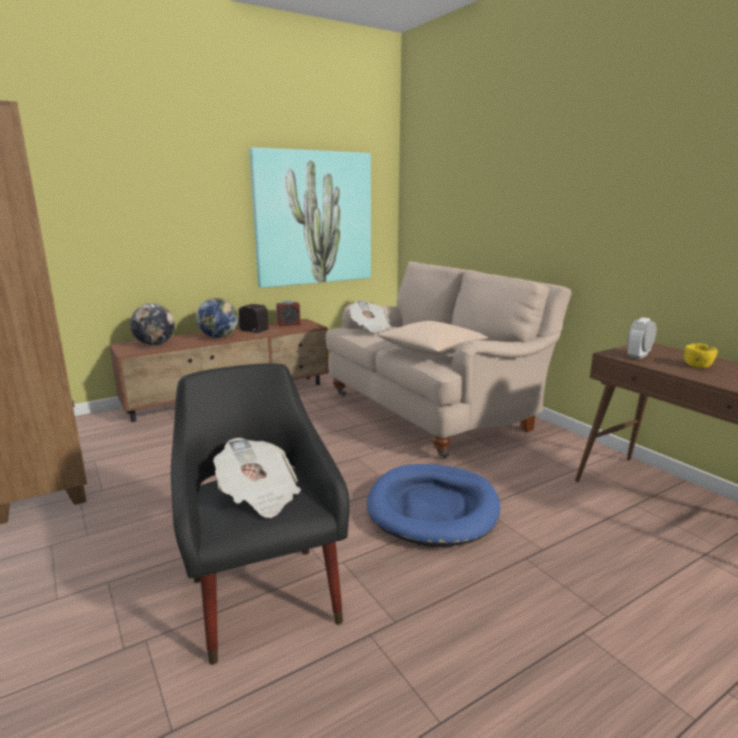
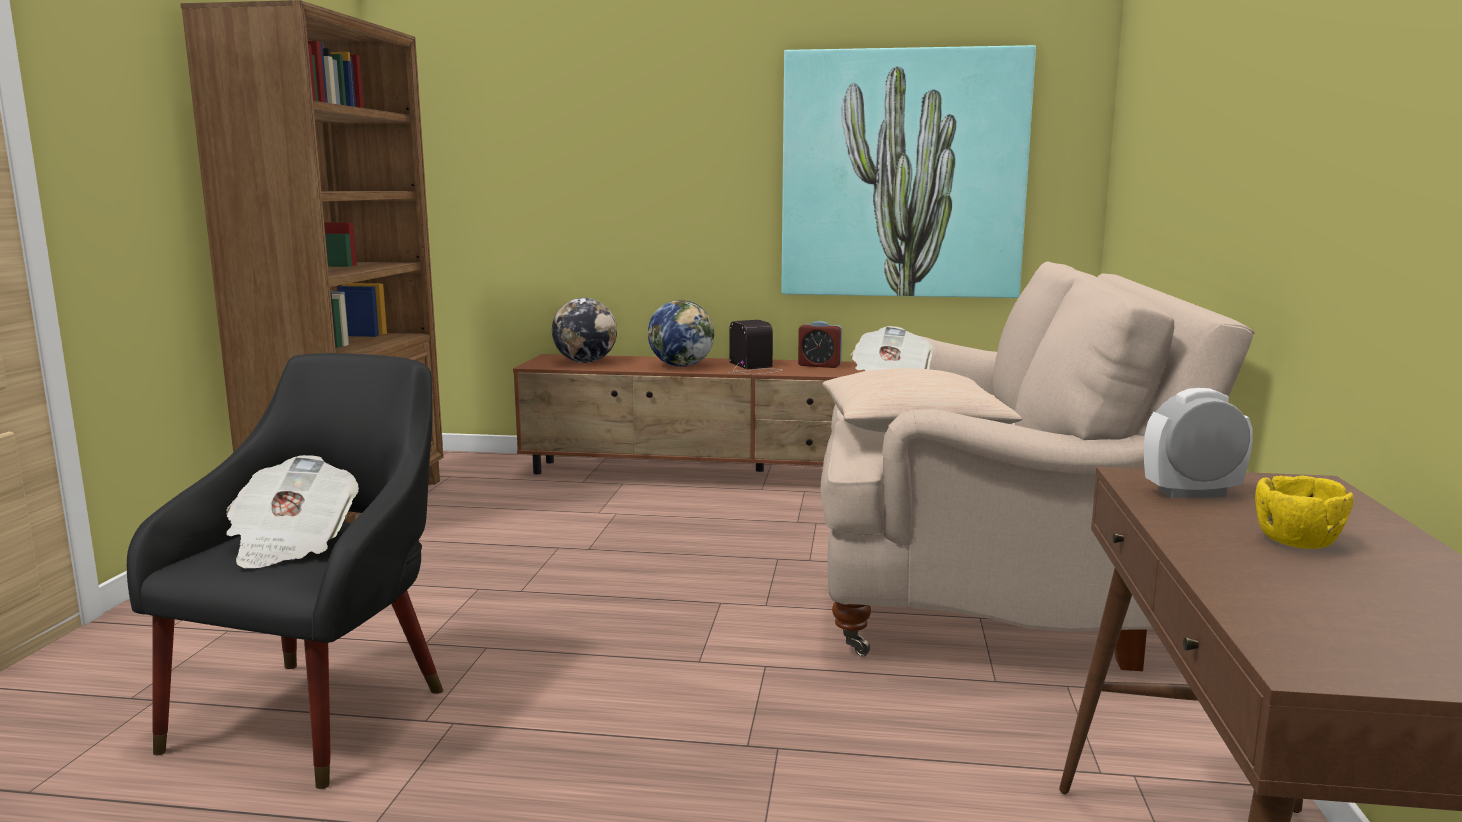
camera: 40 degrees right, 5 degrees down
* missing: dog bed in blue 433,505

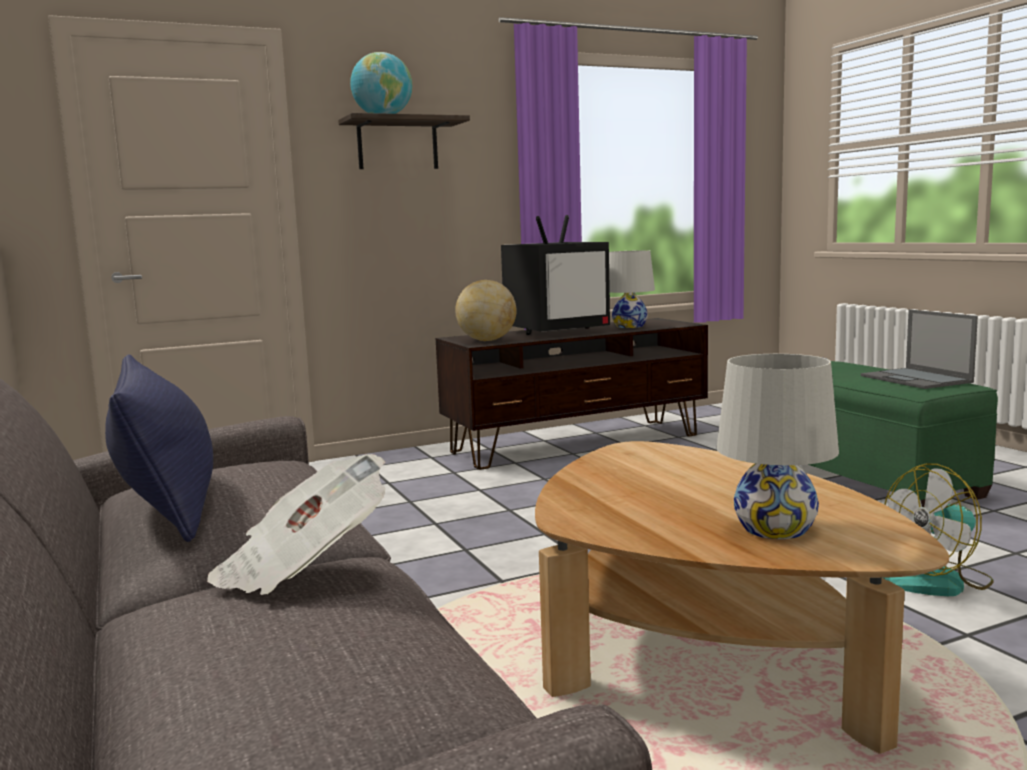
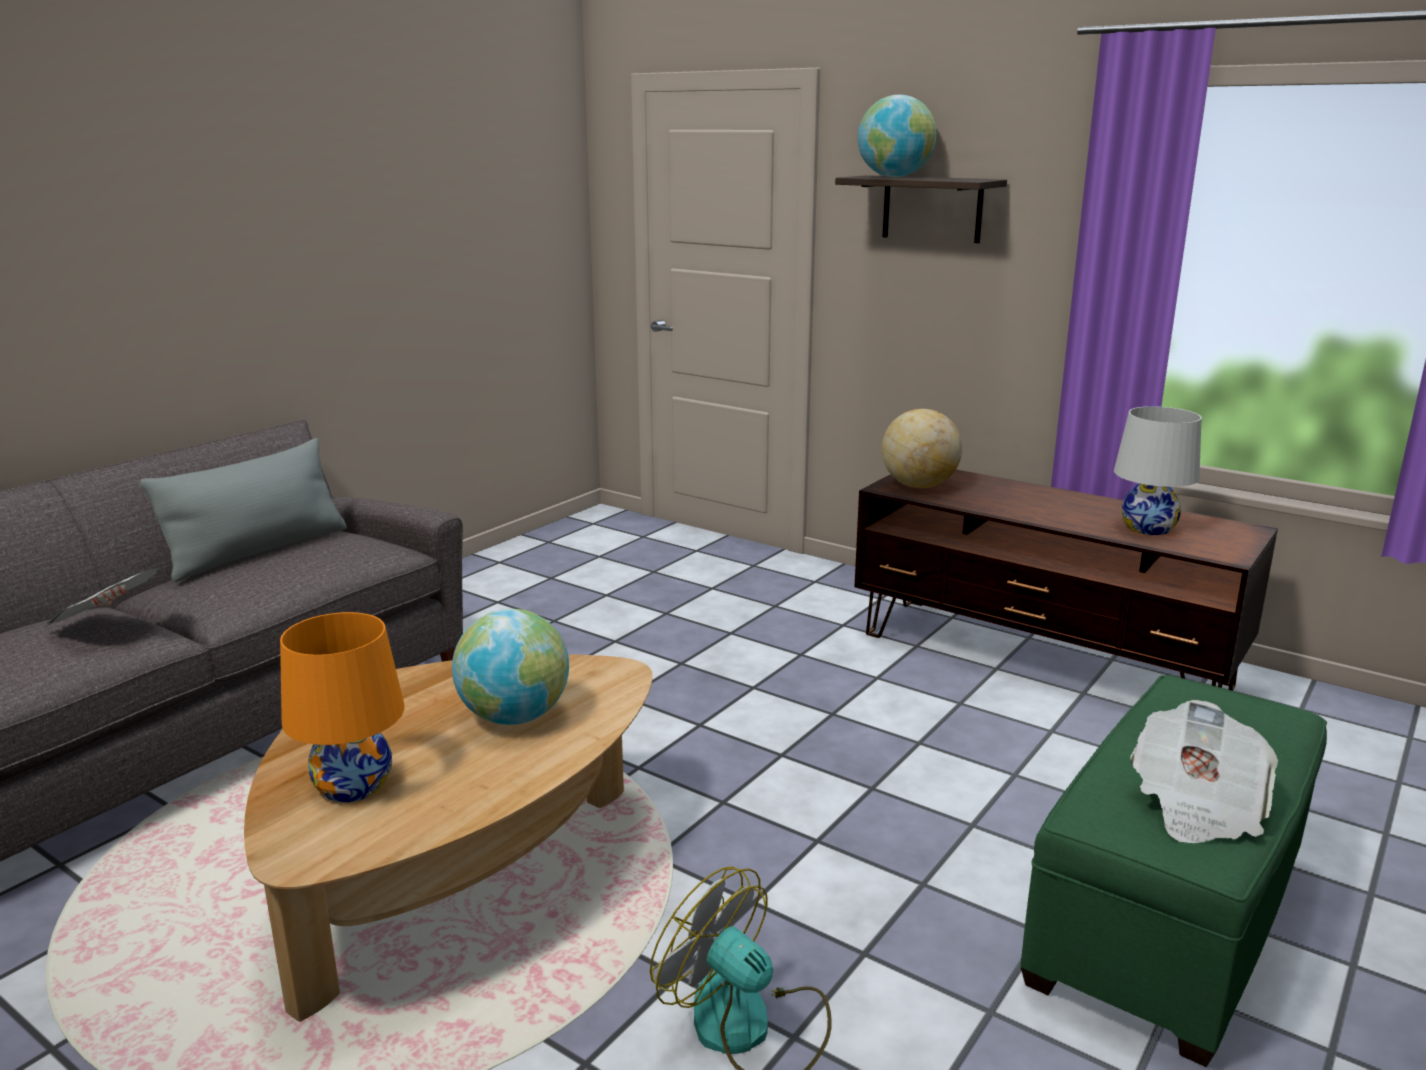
camera: 60 degrees right, 10 degrees up
* colour: pillow in blue 159,448 to pillow in grey 243,510
* colour: table lamp in white 777,446 to table lamp in orange 342,707
* appeared: globe 510,667
* exchanged: laptop 919,349 to newspaper 1204,771
* missing: television 555,275

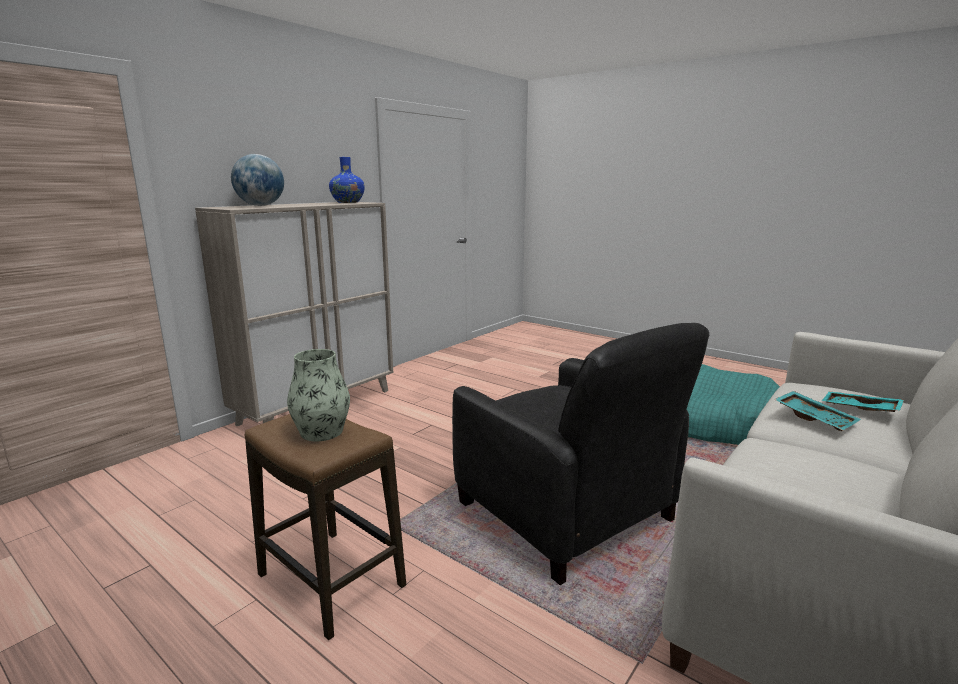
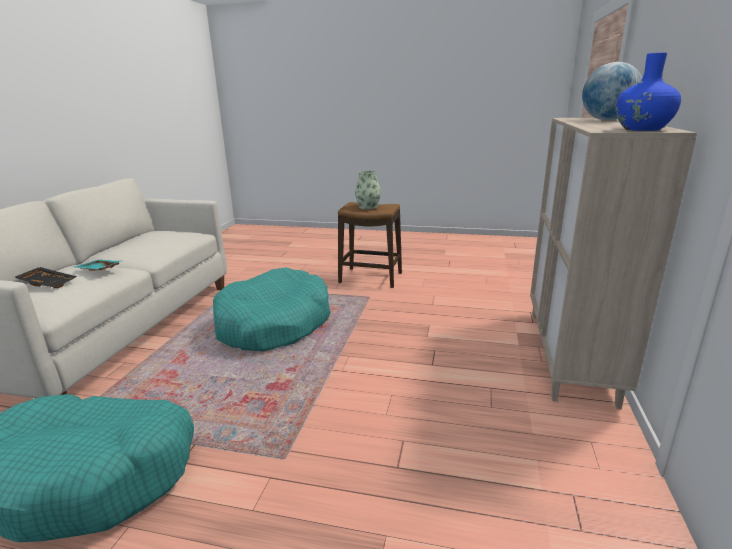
camera: 155 degrees right, 5 degrees up
* colour: tray in turquoise 862,402 to tray in black 45,277
* exchanged: armchair in black 580,454 to dog bed in turquoise 271,309

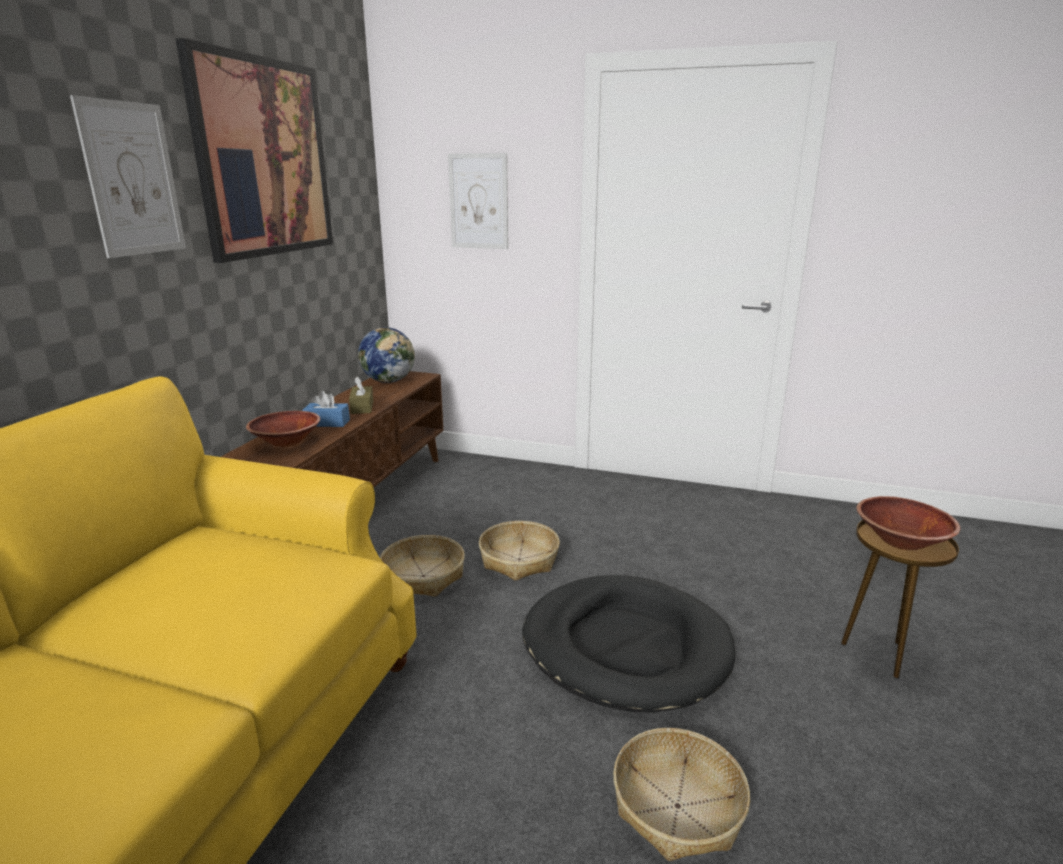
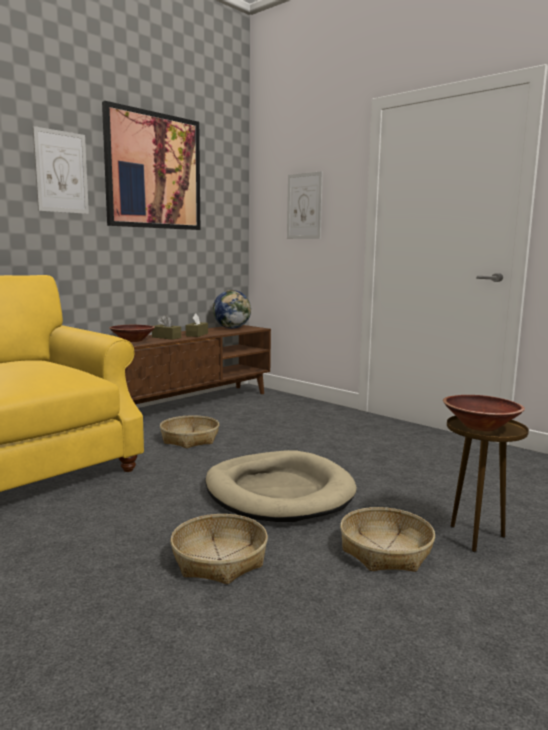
camera: 25 degrees right, 10 degrees down
* colour: tissue box in blue 326,409 to tissue box in brown 166,327
* colour: dog bed in black 628,644 to dog bed in beige 281,486
* relocated: basket 519,551 to 387,539

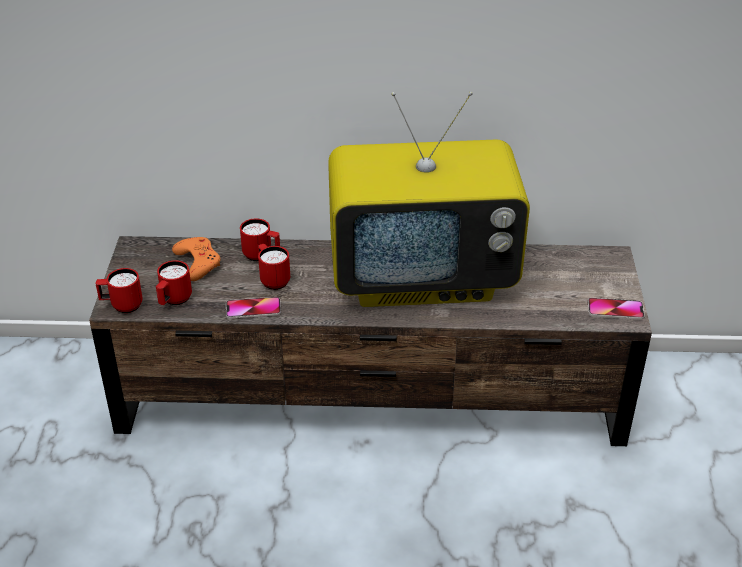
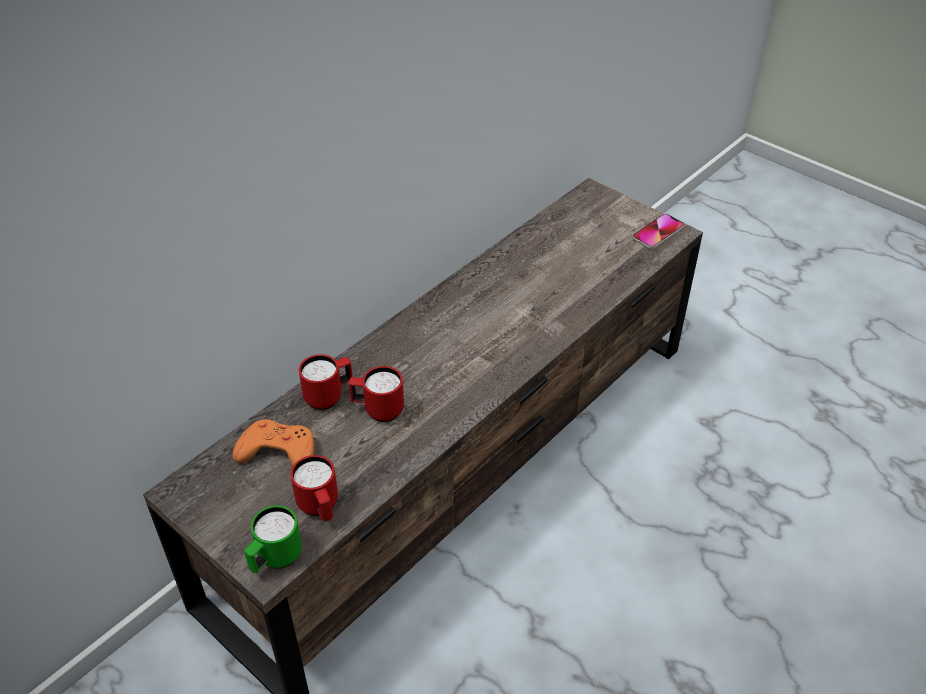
camera: 50 degrees left, 5 degrees up
* colour: mug in red 119,290 to mug in green 273,539
* missing: phone 253,308
* missing: television 429,199

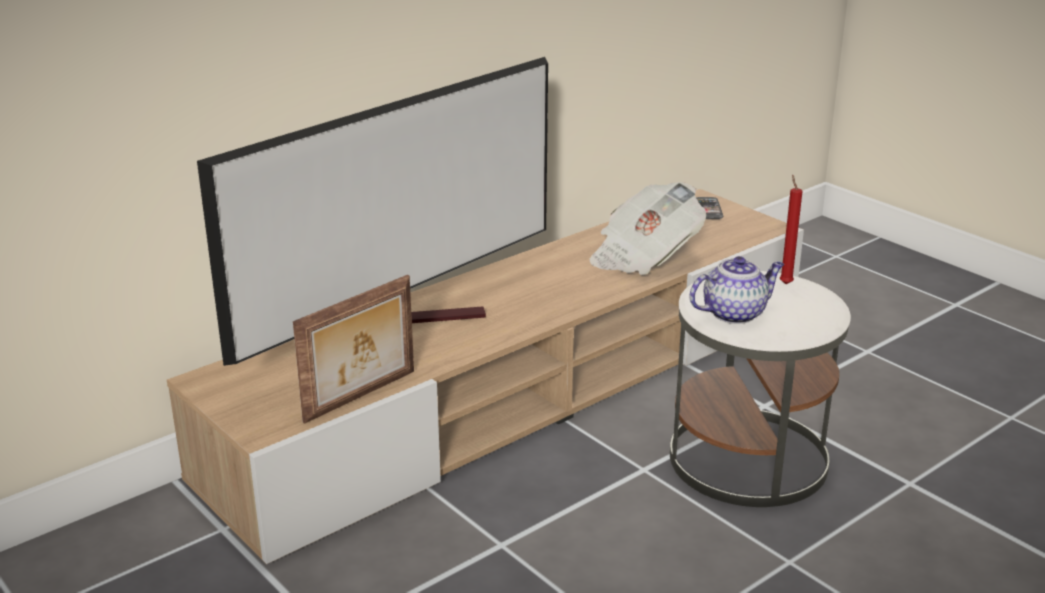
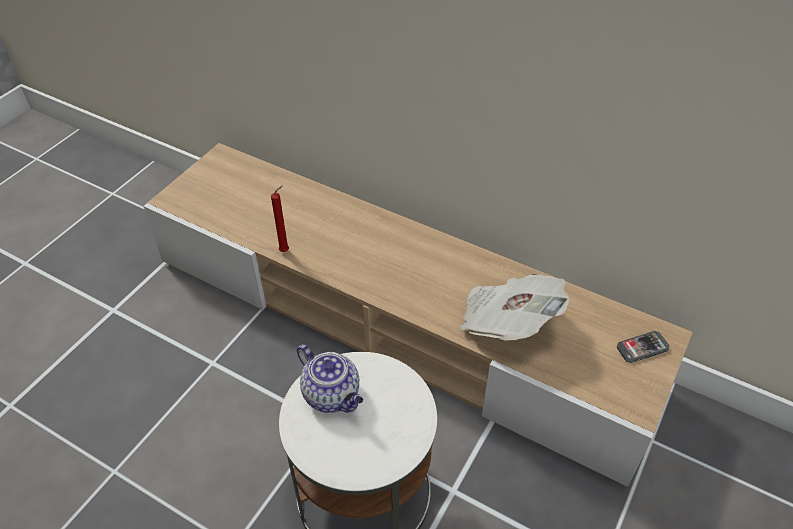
camera: 70 degrees right, 20 degrees up
* relocated: candle in red 791,229 to 280,218
* missing: television 372,211
* missing: picture frame 353,349

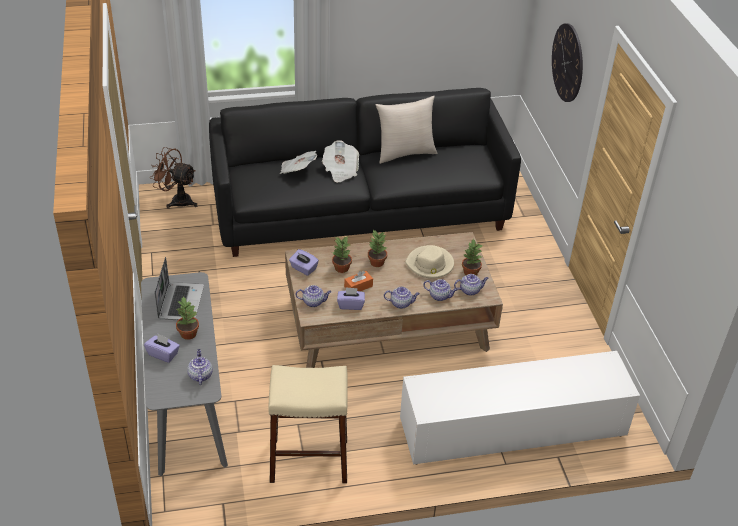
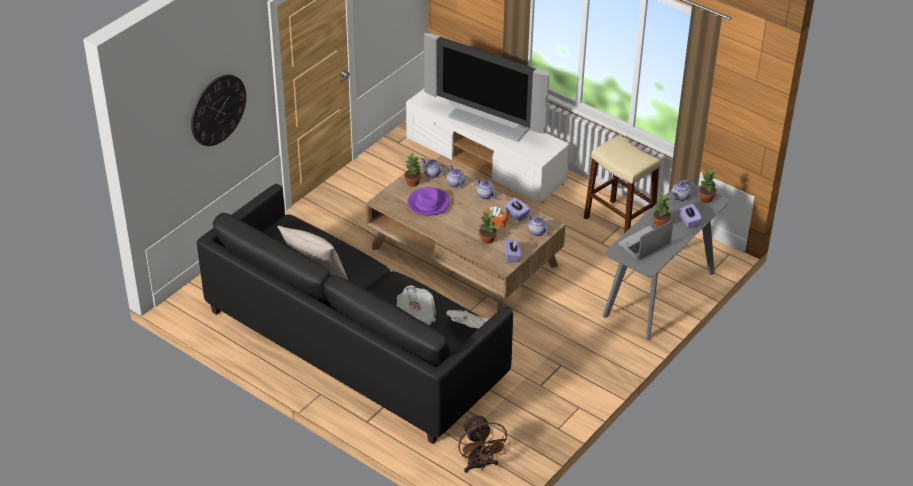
camera: 130 degrees left, 0 degrees up
* colour: hat in beige 429,262 to hat in purple 429,201
* appeared: television 486,87
* relocated: newspaper 340,161 to 467,319
* relocated: potted plant 377,248 to 707,185

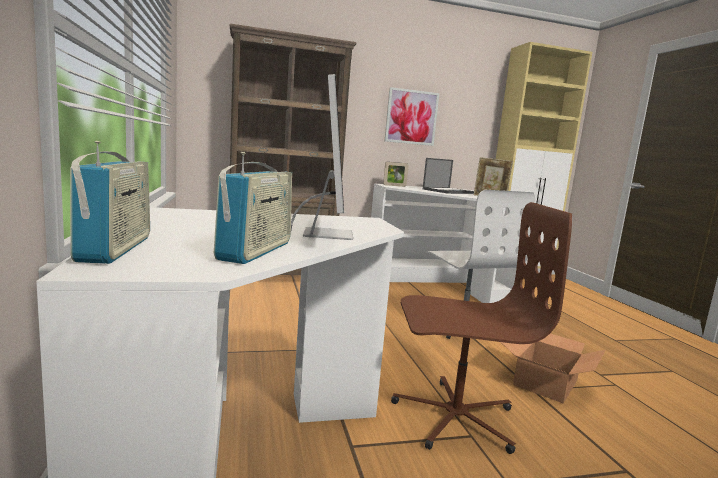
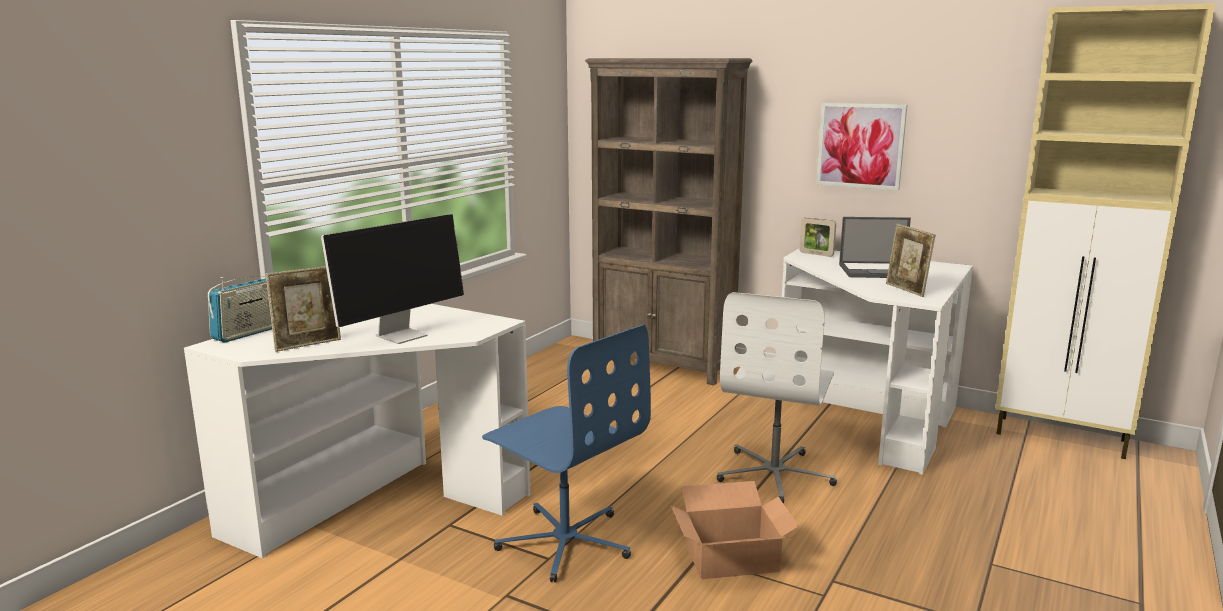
camera: 45 degrees right, 5 degrees up
* exchanged: radio 253,208 to picture frame 303,309
* colour: office chair in brown 481,328 to office chair in blue 566,453

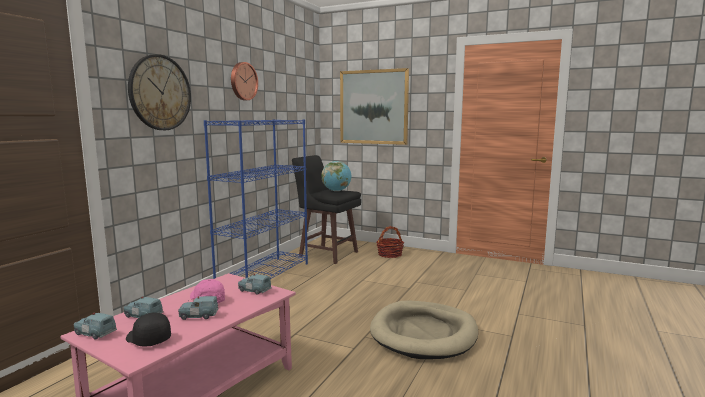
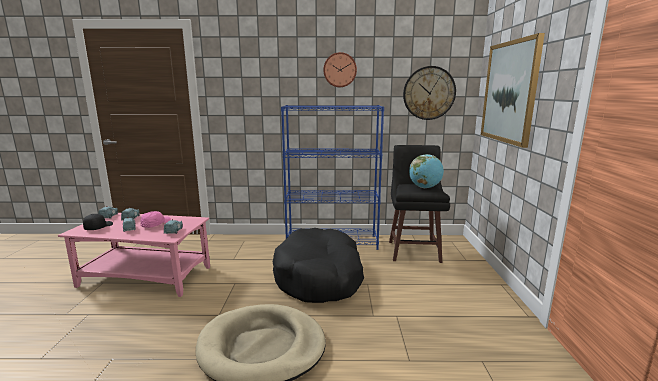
camera: 65 degrees right, 5 degrees up
* appeared: dog bed in black 318,265
* relocated: wall clock 159,92 to 429,93
* missing: basket 390,242

